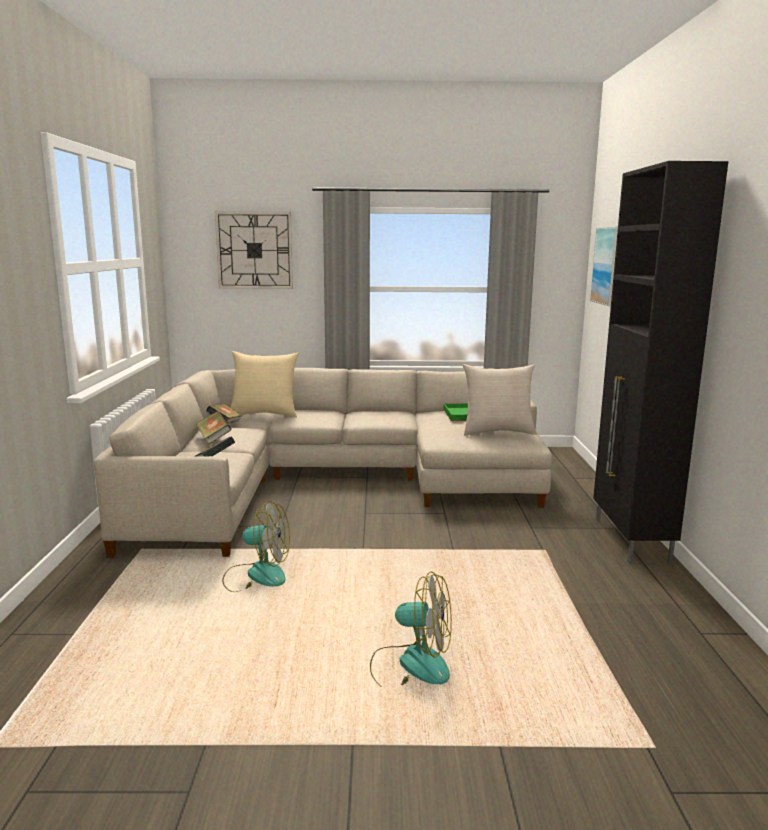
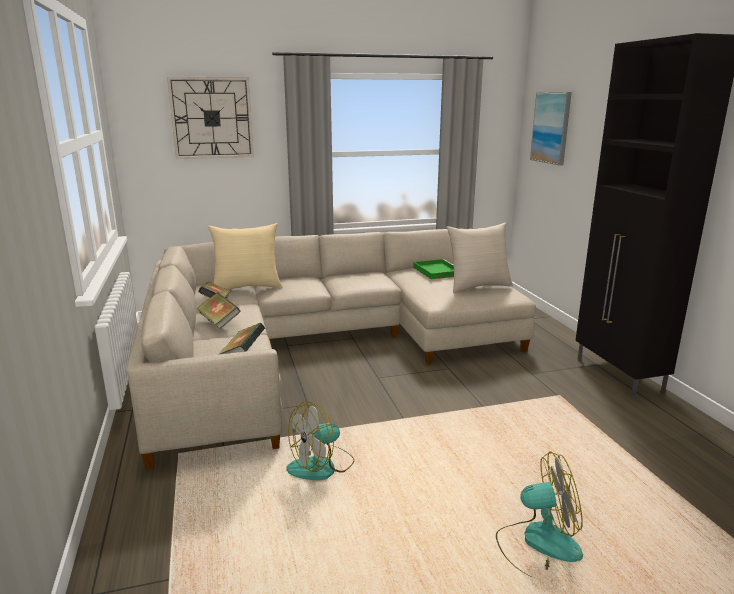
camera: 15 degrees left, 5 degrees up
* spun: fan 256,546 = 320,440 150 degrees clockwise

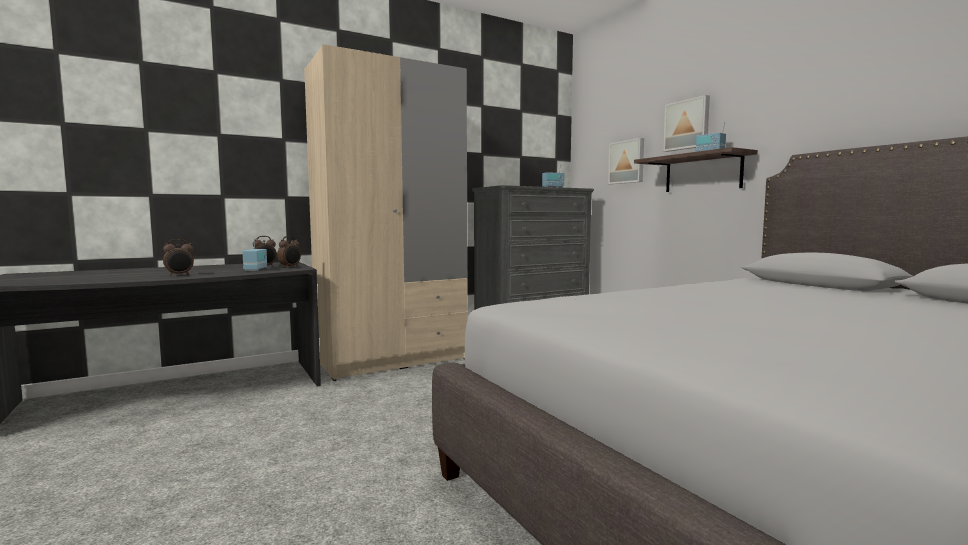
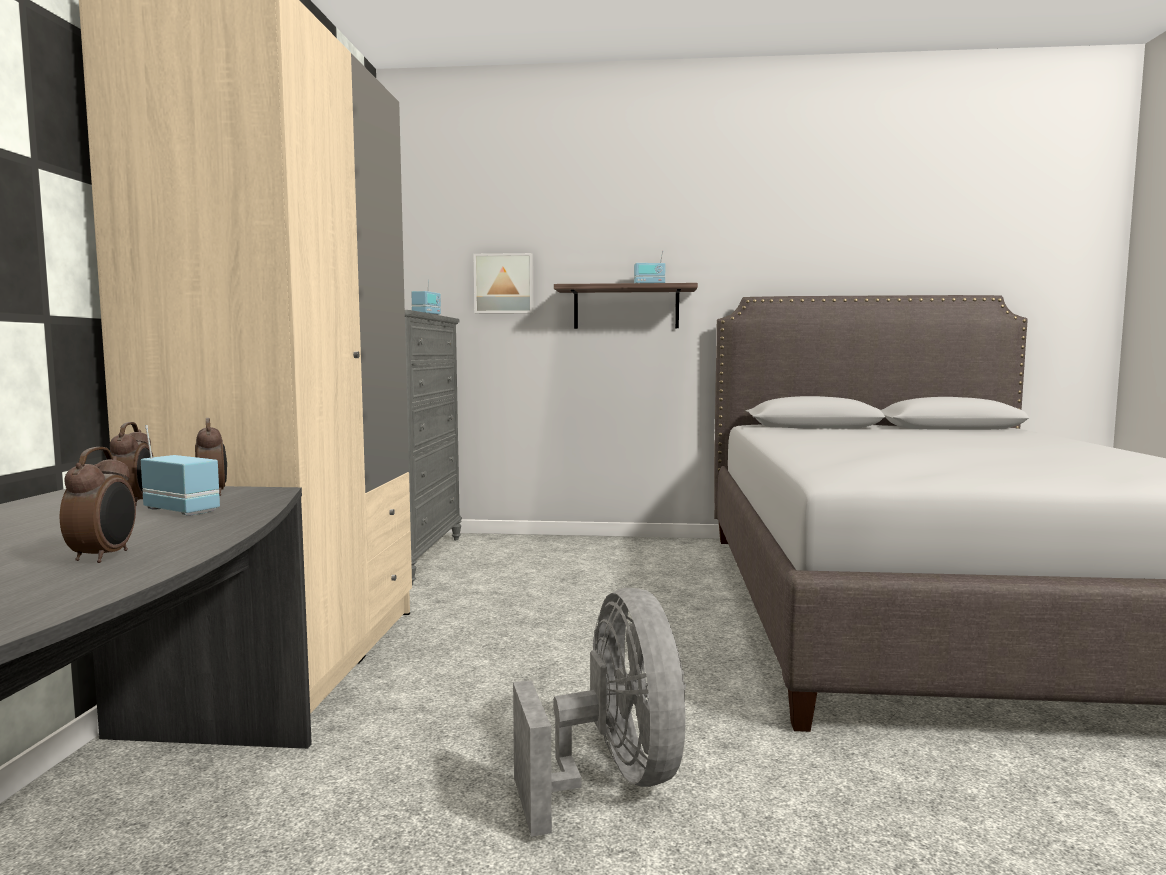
camera: 55 degrees left, 0 degrees up
* appeared: fan in grey 599,712
* missing: picture 686,123

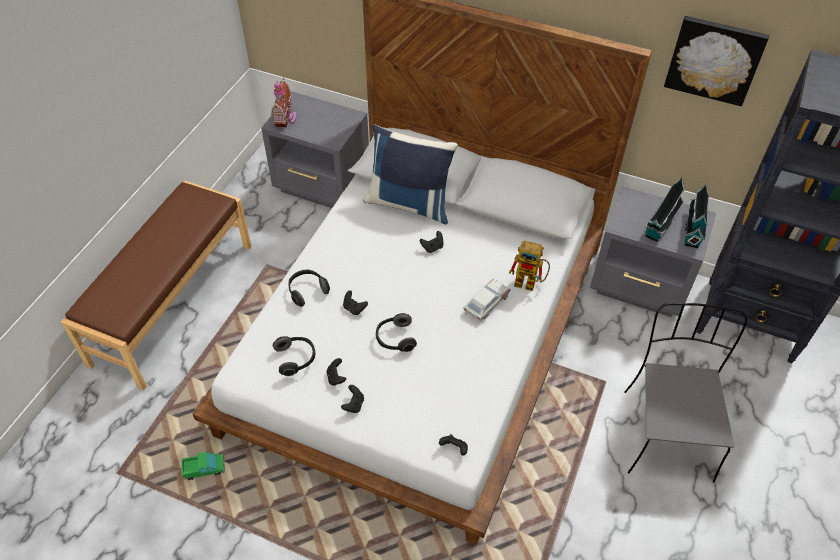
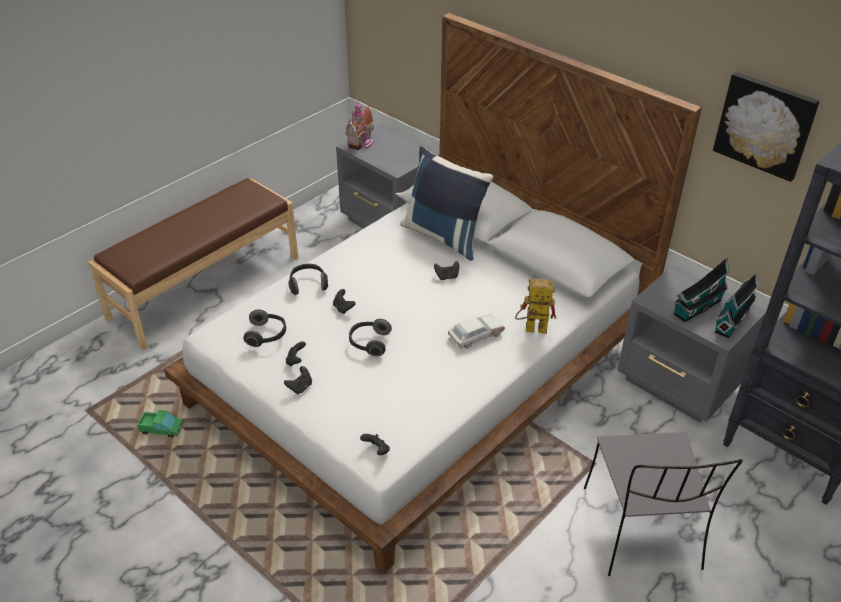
camera: 20 degrees right, 10 degrees down
* spun: toy robot 529,266 = 535,306 150 degrees clockwise
* spun: chair in grey 685,392 = 663,504 150 degrees clockwise

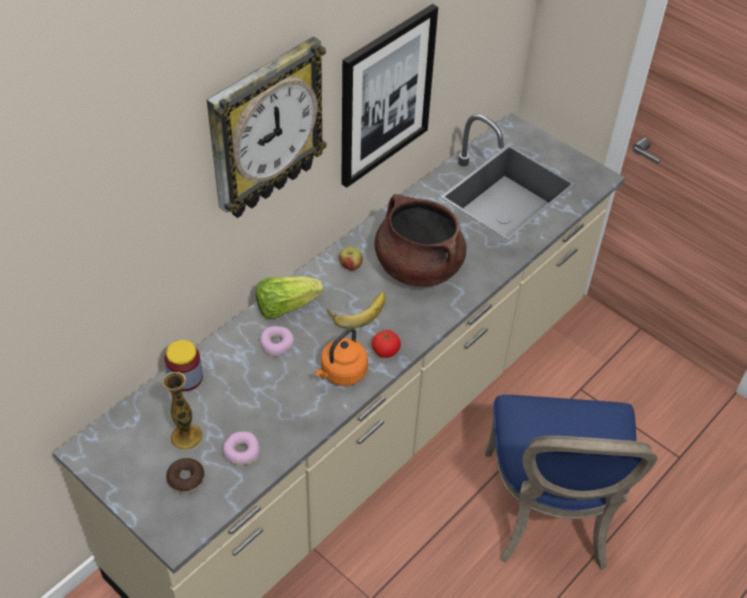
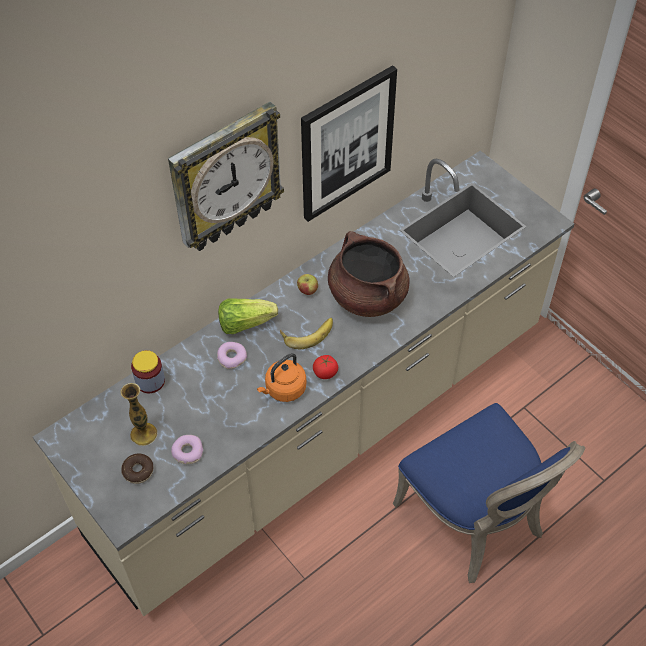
camera: 10 degrees right, 5 degrees up
* spun: chair in blue 571,482 = 489,493 45 degrees counterclockwise

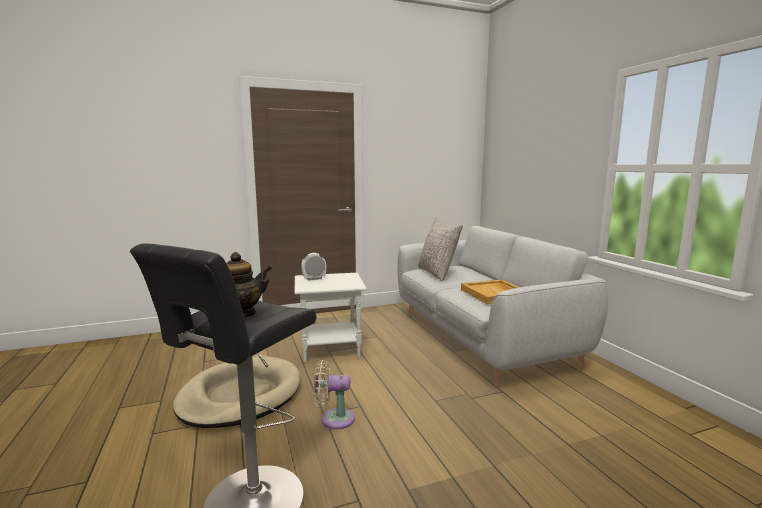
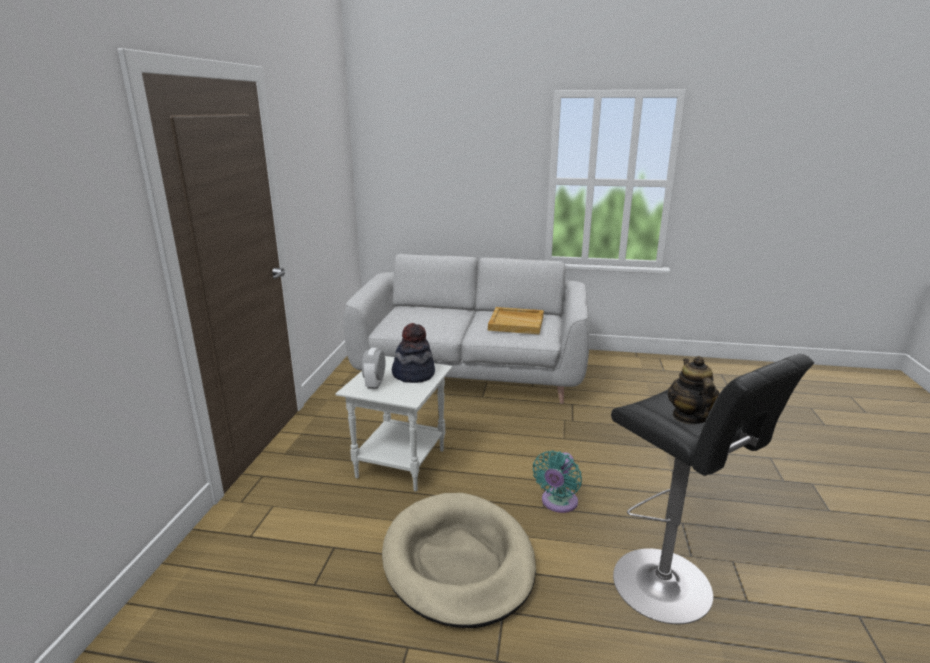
camera: 60 degrees left, 10 degrees up
* appeared: hat 413,353
* colour: fan in beige 334,394 to fan in turquoise 557,481
* missing: pillow in grey 440,249

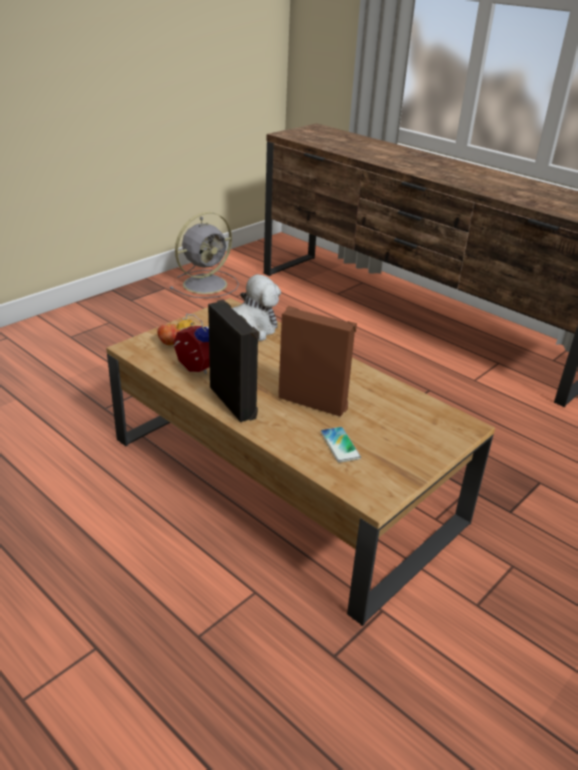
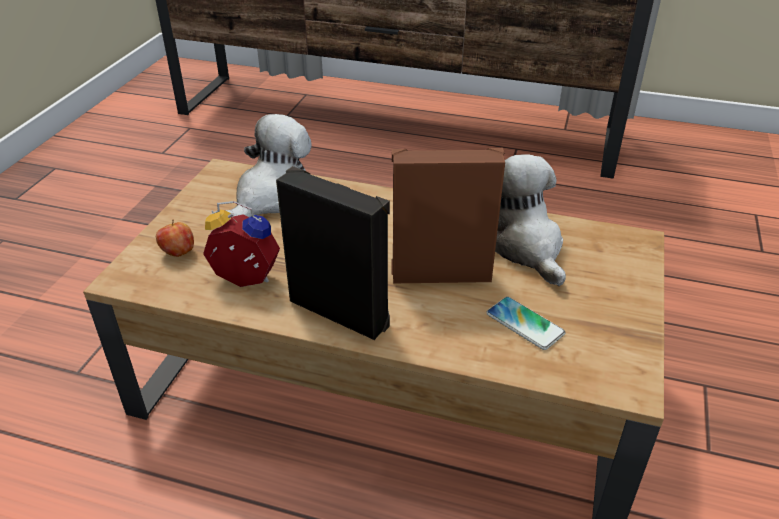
camera: 25 degrees left, 5 degrees up
* appeared: plush toy 530,220
* missing: fan in grey 204,255

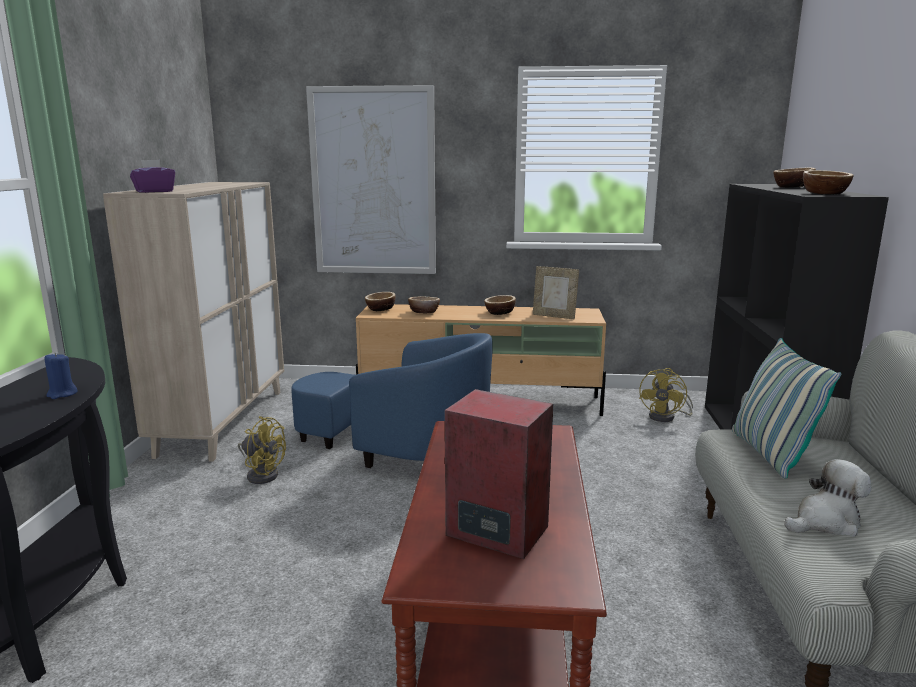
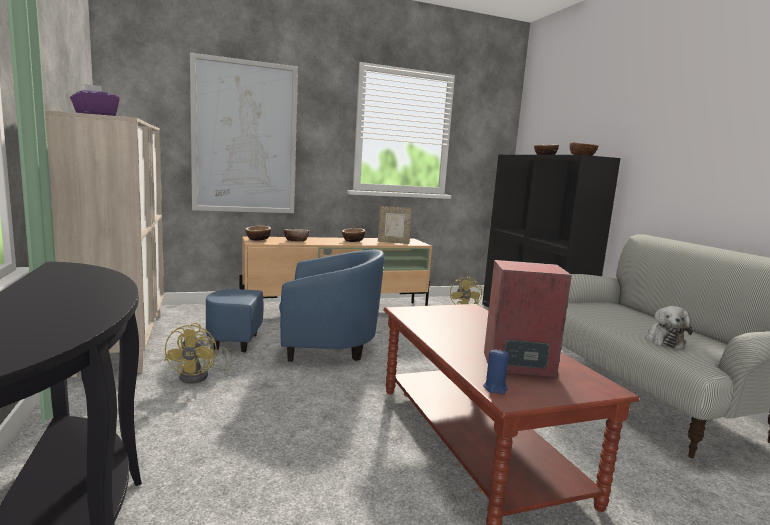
camera: 25 degrees left, 5 degrees down
* spun: fan in yellow 262,450 = 198,353 90 degrees clockwise
* relocated: candle in blue 61,376 to 496,371
* spun: plush toy 827,498 = 669,327 150 degrees clockwise
* missing: pillow 786,408

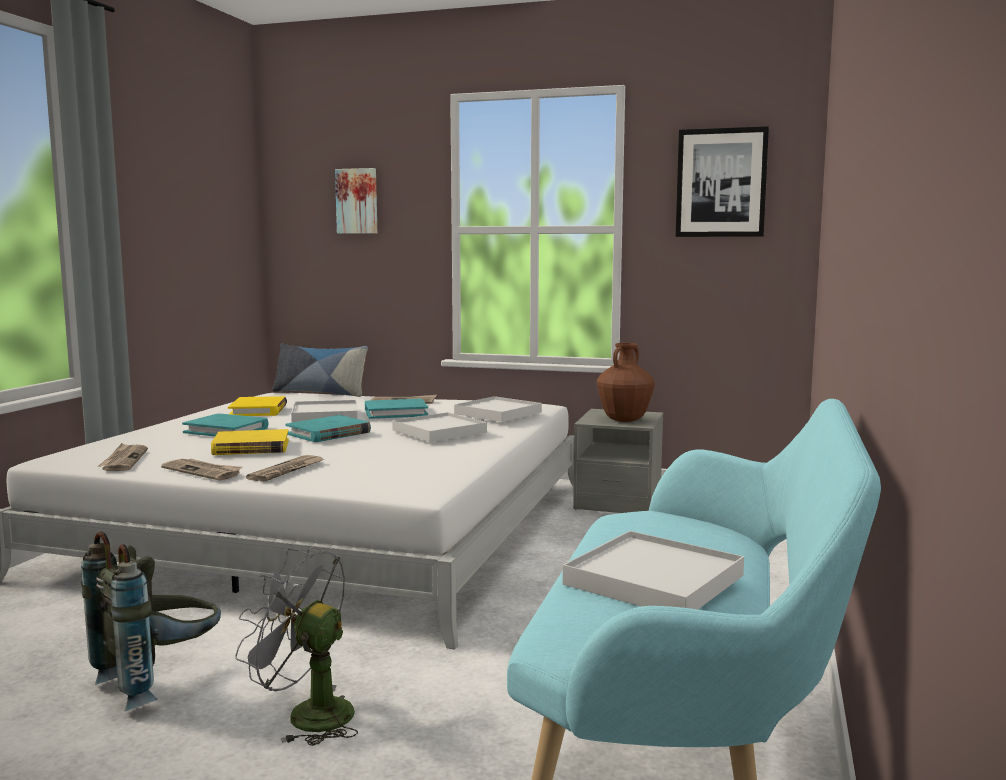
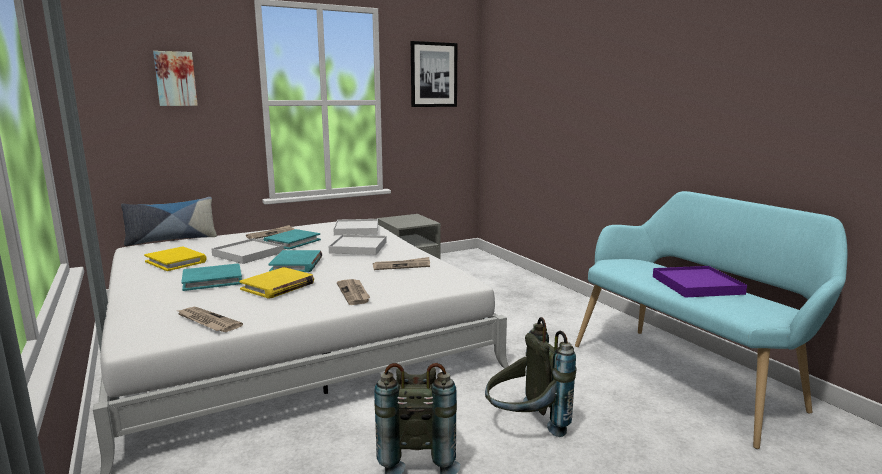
camera: 45 degrees left, 5 degrees up
* relocated: newspaper 201,470 to 401,263
* exchanged: fan in grey 296,646 to backpack in grey 531,377
* colour: tray in white 653,570 to tray in purple 700,282
* missing: vase in brown 626,382

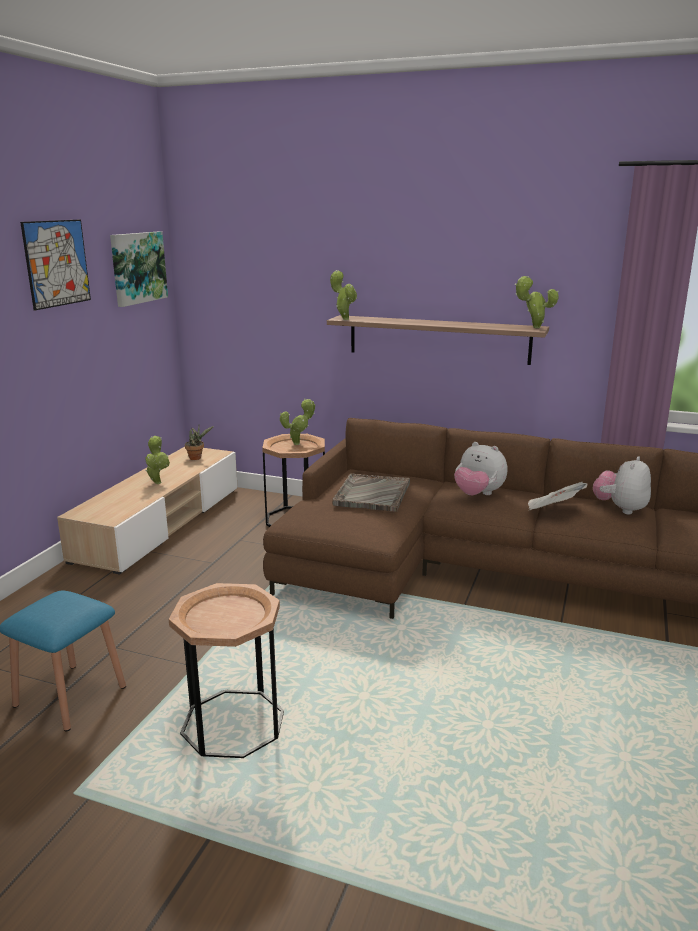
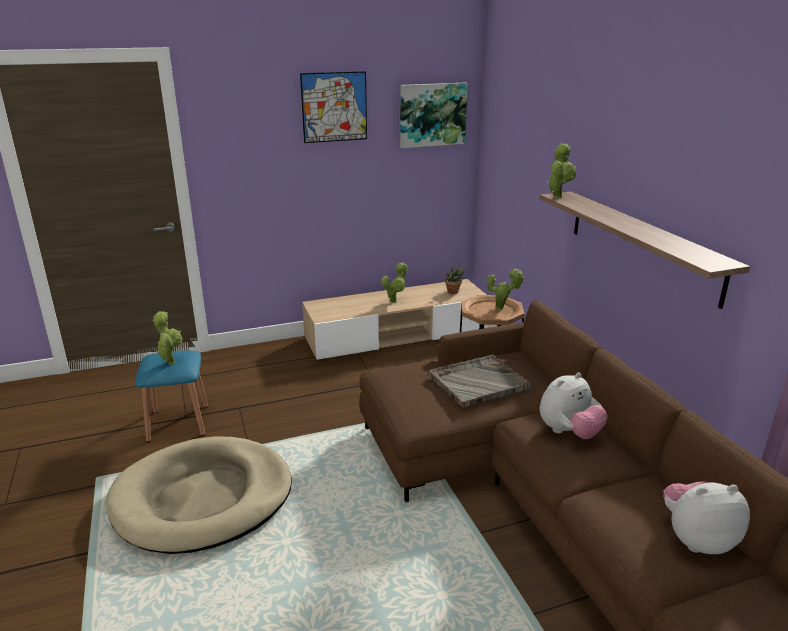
camera: 50 degrees right, 5 degrees up
* exchanged: side table in brown 226,670 to dog bed in beige 199,495
* relocated: potted plant 537,302 to 168,337
* spun: plush toy 481,468 = 574,405 120 degrees counterclockwise
* missing: newspaper 558,496

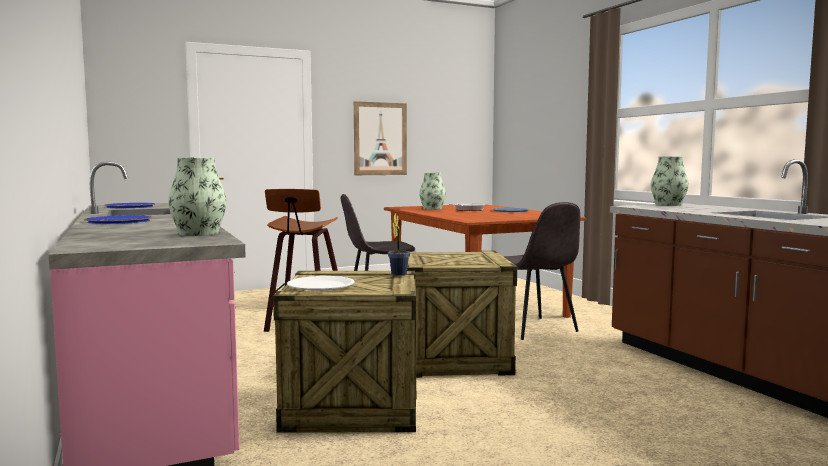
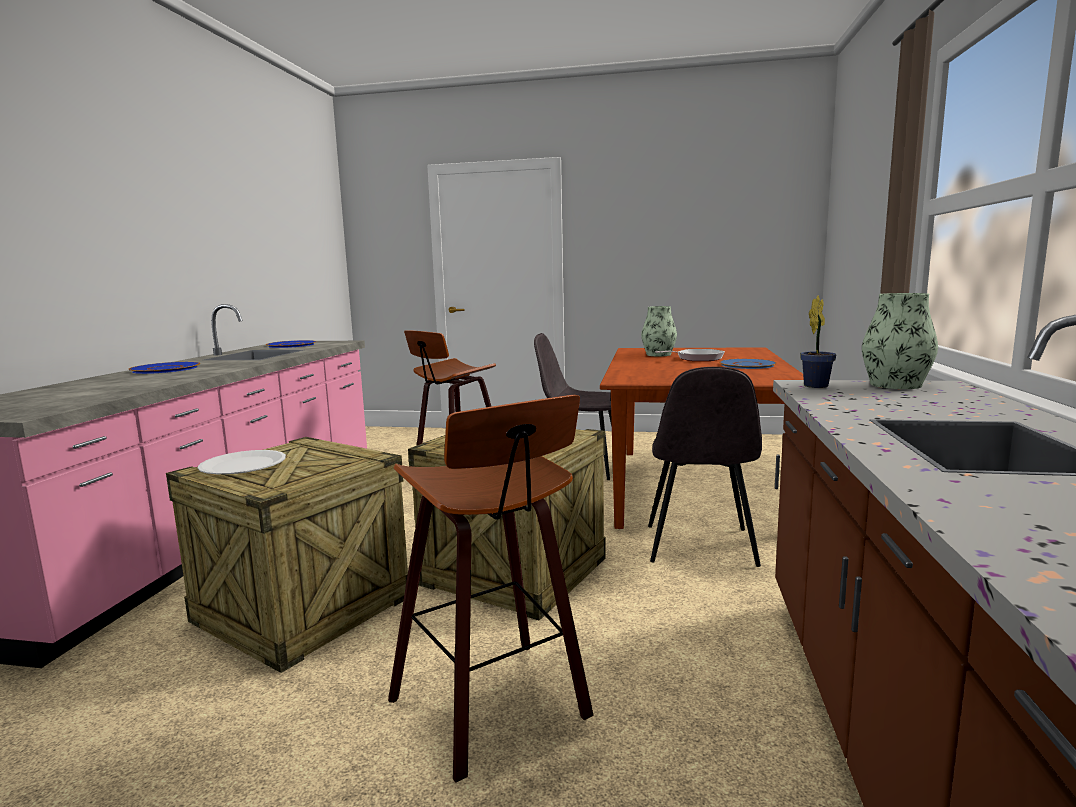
camera: 35 degrees right, 5 degrees up
* appeared: stool 491,589
* relocated: potted plant 399,244 to 818,342
* missing: vase 197,197
* missing: picture 380,138

